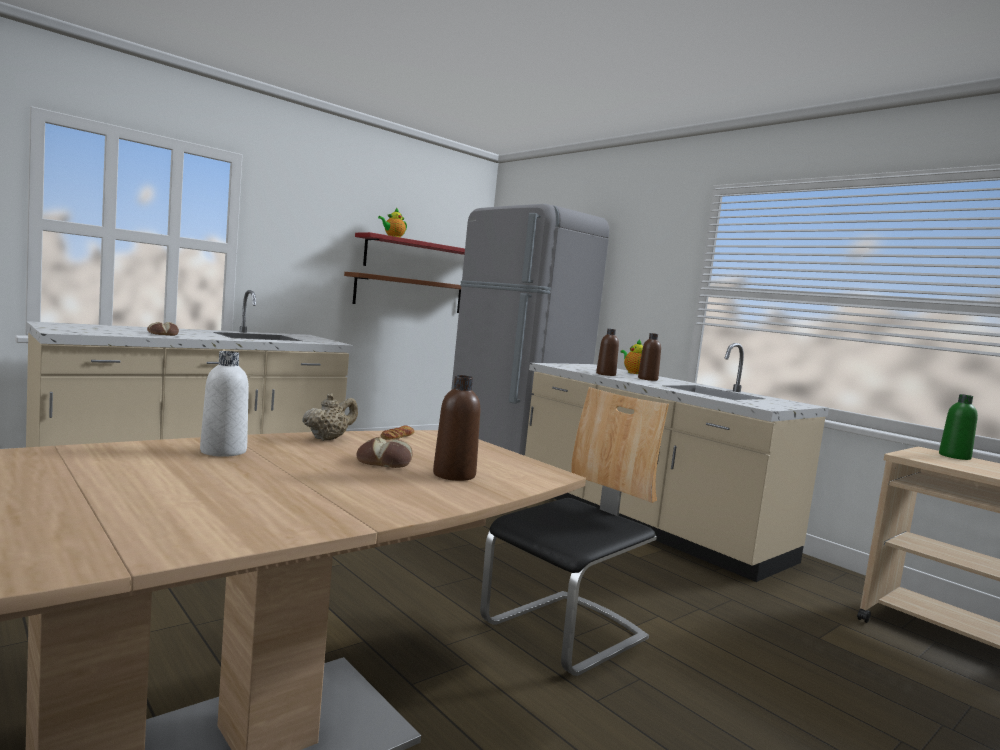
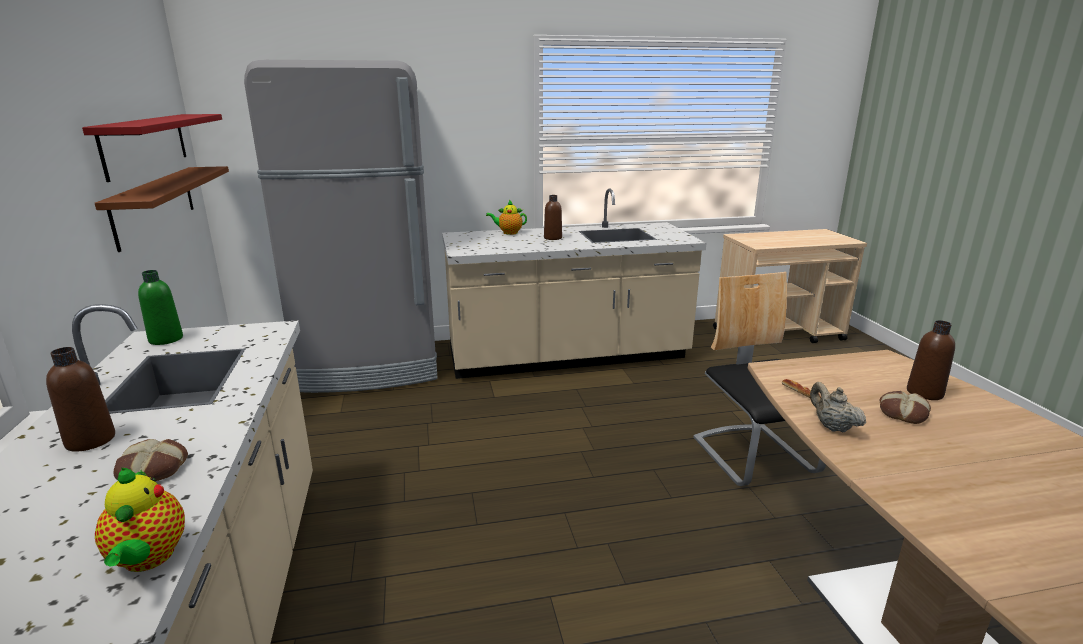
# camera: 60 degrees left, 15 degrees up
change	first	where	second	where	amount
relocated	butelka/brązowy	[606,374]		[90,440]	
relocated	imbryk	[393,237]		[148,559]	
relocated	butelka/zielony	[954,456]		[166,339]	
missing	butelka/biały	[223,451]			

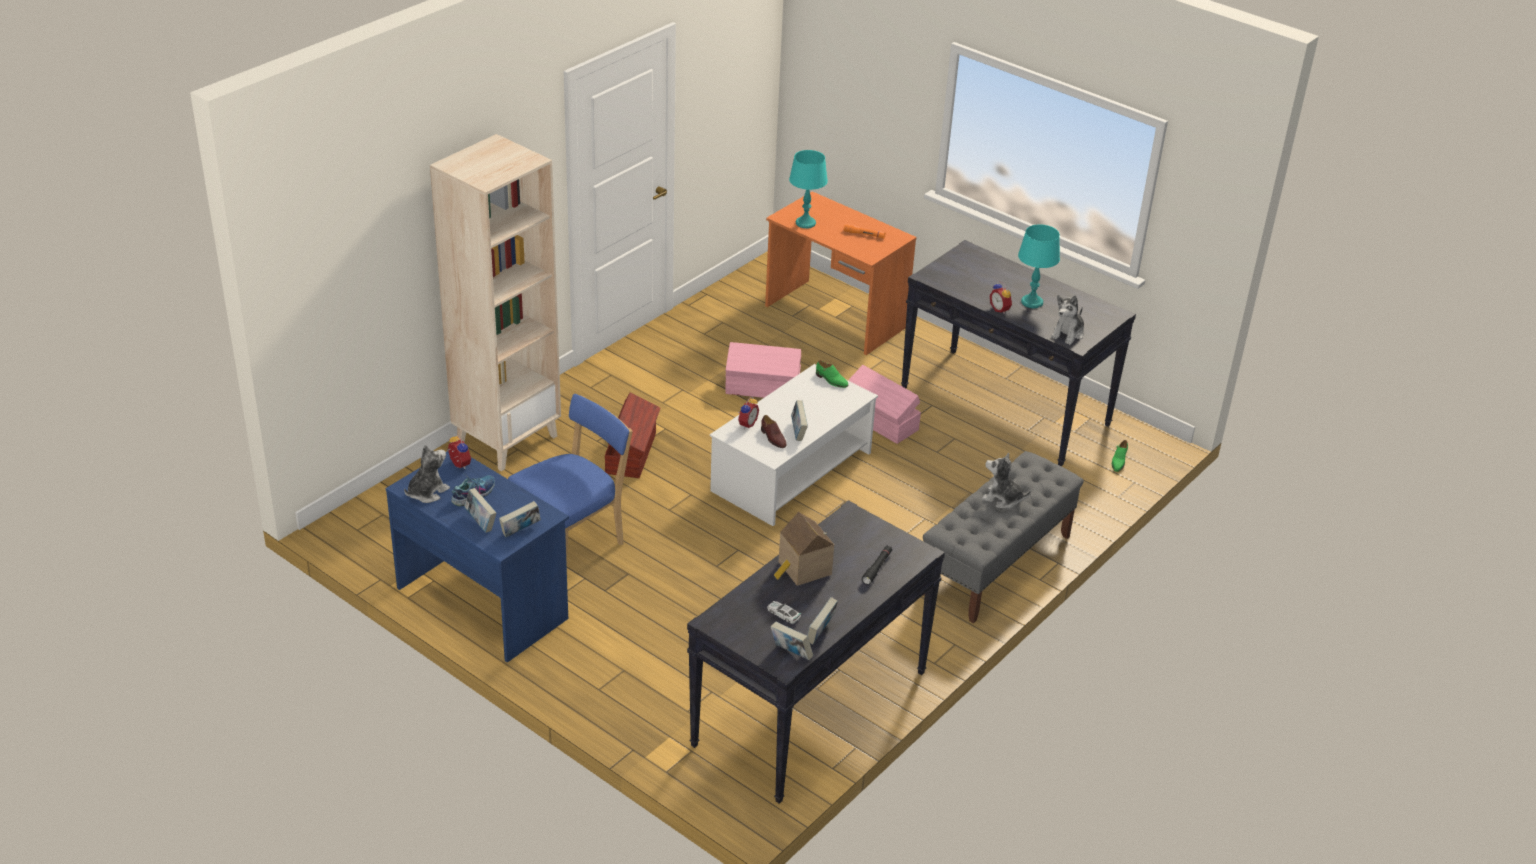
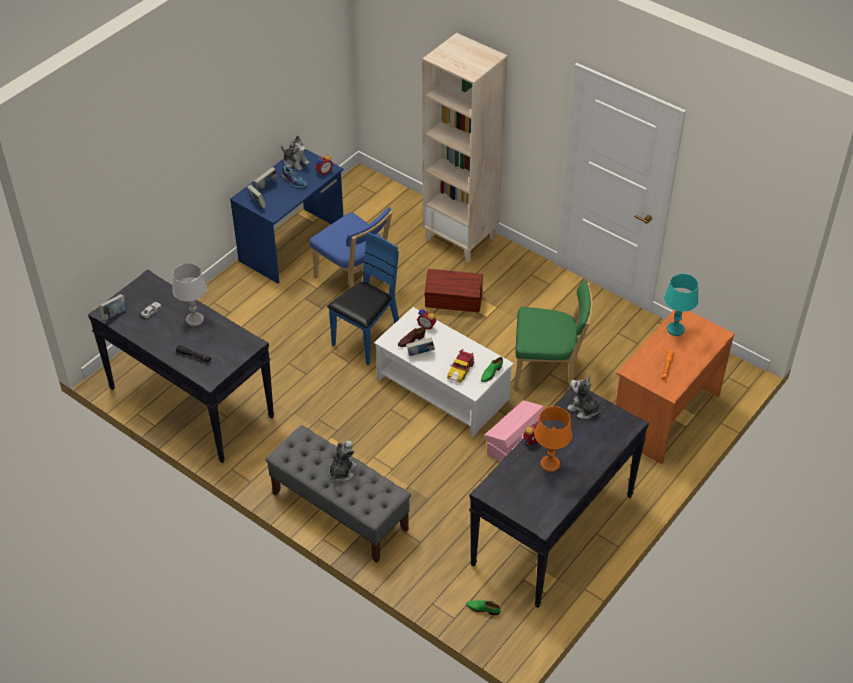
# camera: 90 degrees right, 10 degrees up
change	first	where	second	where	amount
exchanged	domek	[802,569]	lampa stołowa/szary	[194,320]	
appeared			krzesło/niebieski	[367,338]	
appeared			samochodzik	[460,370]	
exchanged	pojemnik do przechowywania/różowy	[763,388]	krzesło/zielony	[548,370]	
colour	lampa stołowa/turkusowy	[1032,302]	lampa stołowa/pomarańczowy	[549,464]	
relocated	pluszak	[1068,334]		[583,409]	
missing	książka	[820,634]			

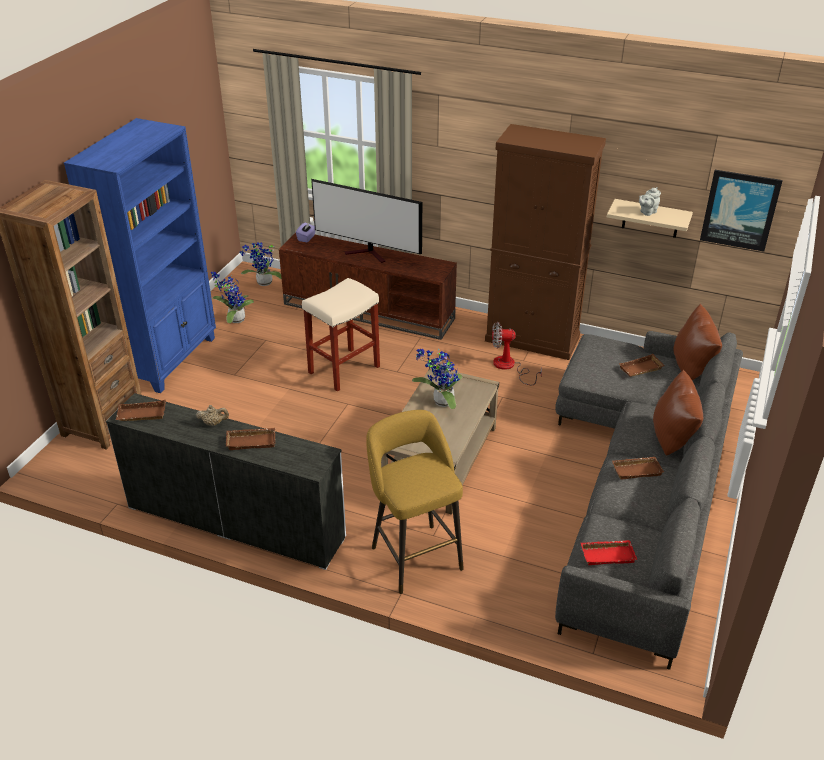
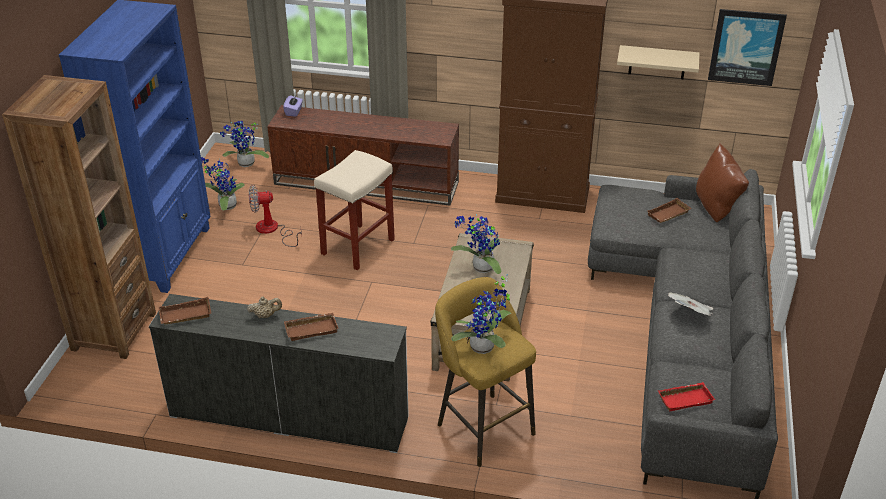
# camera: 10 degrees left, 0 degrees up
change	first	where	second	where	amount
relocated	wentylator	[509,367]		[272,230]	
appeared			roślina doniczkowa	[485,348]	
exchanged	taca/brązowy	[637,470]	gazeta	[691,314]	
missing	telewizor	[369,254]			
missing	imbryk/szary	[647,212]			
missing	poduszka/brązowy	[673,440]			

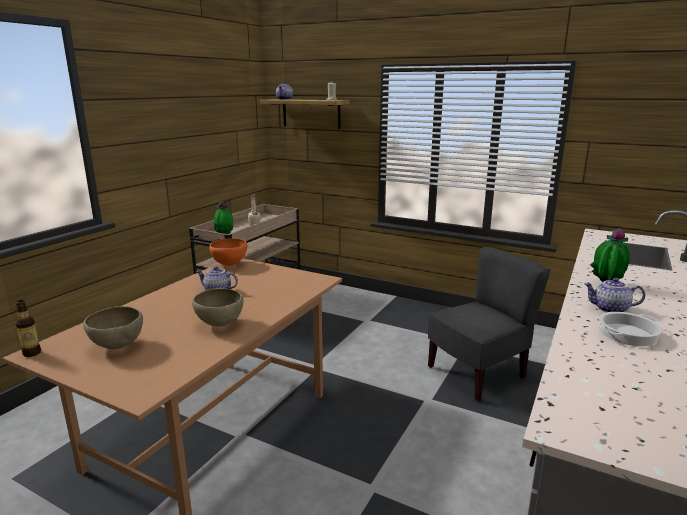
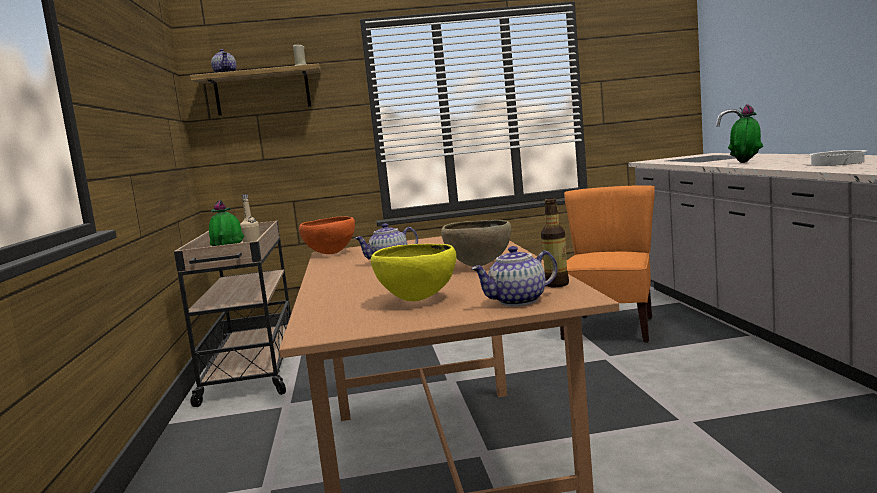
# camera: 35 degrees left, 10 degrees down
change	first	where	second	where	amount
colour	miska/brązowy	[117,347]	miska/żółty	[417,300]	
relocated	imbryk	[610,309]		[518,301]	
relocated	butelka	[32,353]		[556,284]	
colour	krzesło/szary	[477,373]	krzesło/pomarańczowy	[610,329]	

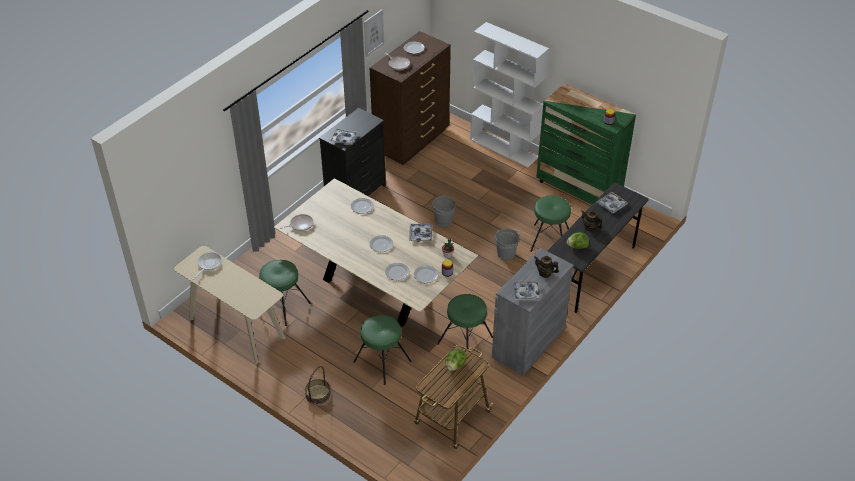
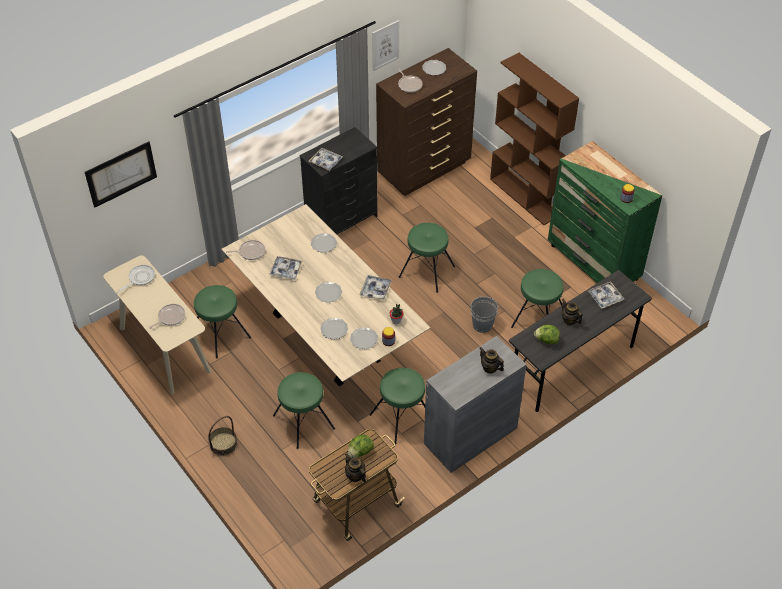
# camera: 15 degrees right, 5 degrees up
change	first	where	second	where	amount
appeared			obraz	[121,174]	
appeared			patelnia	[170,317]	
relocated	taca	[526,293]		[286,270]	
appeared			imbryk	[355,475]	
exchanged	wiadro/szary	[443,221]	stołek/zielony	[427,271]	
colour	regał/biały	[504,148]	regał/brązowy	[525,197]	

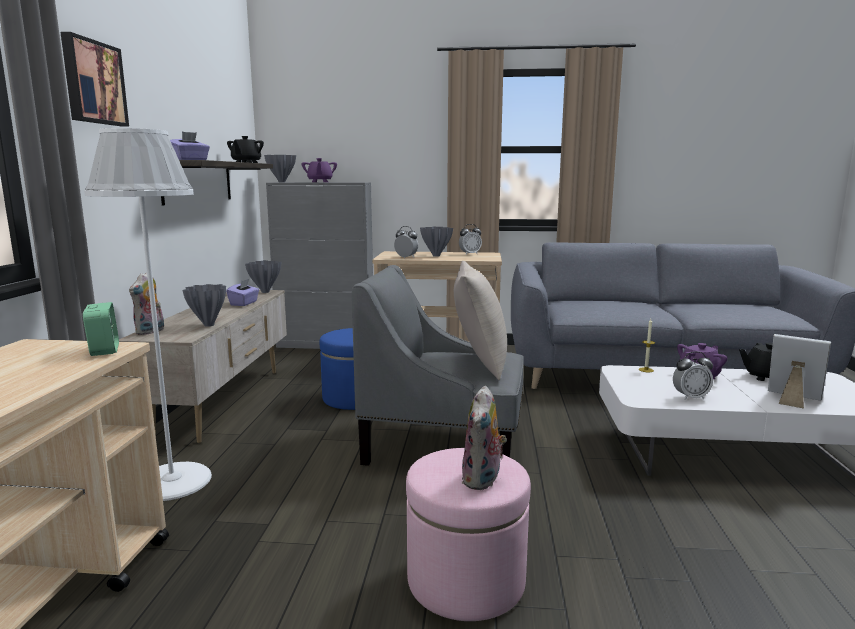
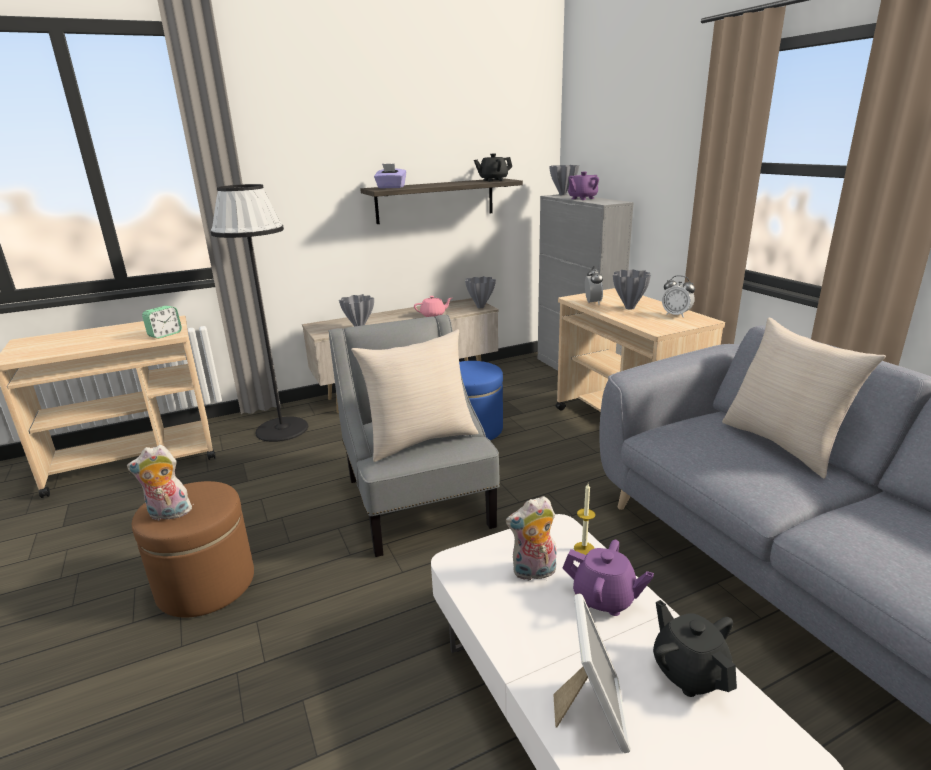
# camera: 60 degrees right, 10 degrees up
change	first	where	second	where	amount
colour	pufa/różowy	[466,580]	pufa/brązowy	[206,584]	
colour	lampa stojąca/biały	[172,481]	lampa stojąca/czarny	[281,429]	
exchanged	pudełko chusteczek/fioletowy	[244,303]	imbryk/różowy	[433,315]	
relocated	pluszak	[150,332]		[534,573]	
appeared			poduszka/beżowy	[783,444]	
missing	obraz	[92,82]			
missing	budzik	[690,397]			

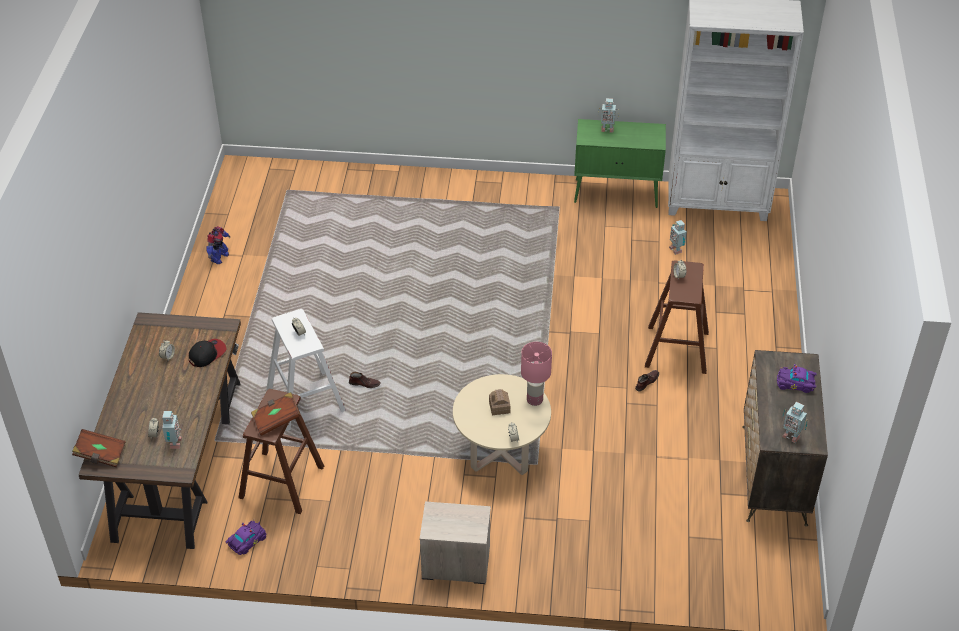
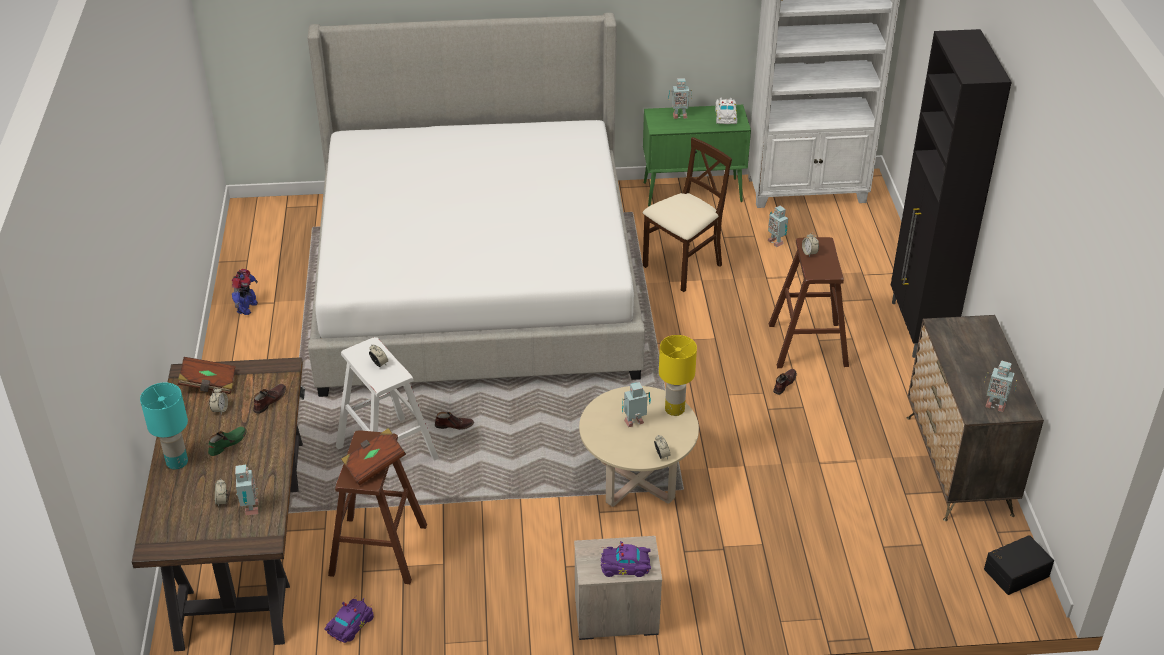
# camera: 10 degrees left, 5 degrees down
change	first	where	second	where	amount
appeared			lampa stołowa/turkusowy	[176,462]	
relocated	książka/brązowy	[100,455]		[209,384]	
appeared			but/zielony	[227,443]	
exchanged	czapka z daszkiem	[207,354]	but/brązowy	[269,401]	
appeared			łóżko	[476,282]	
relocated	samochodzik/fioletowy	[796,384]		[626,566]	
exchanged	domek	[499,407]	robot zabawkowy	[635,423]	
appeared			krzesło/beżowy	[682,267]	
colour	lampa stołowa/różowy	[534,399]	lampa stołowa/żółty	[674,409]	
appeared			samochodzik/biały	[726,116]	
appeared			szafka/czarny	[919,329]	
appeared			pojemnik do przechowywania/czarny	[1015,571]	

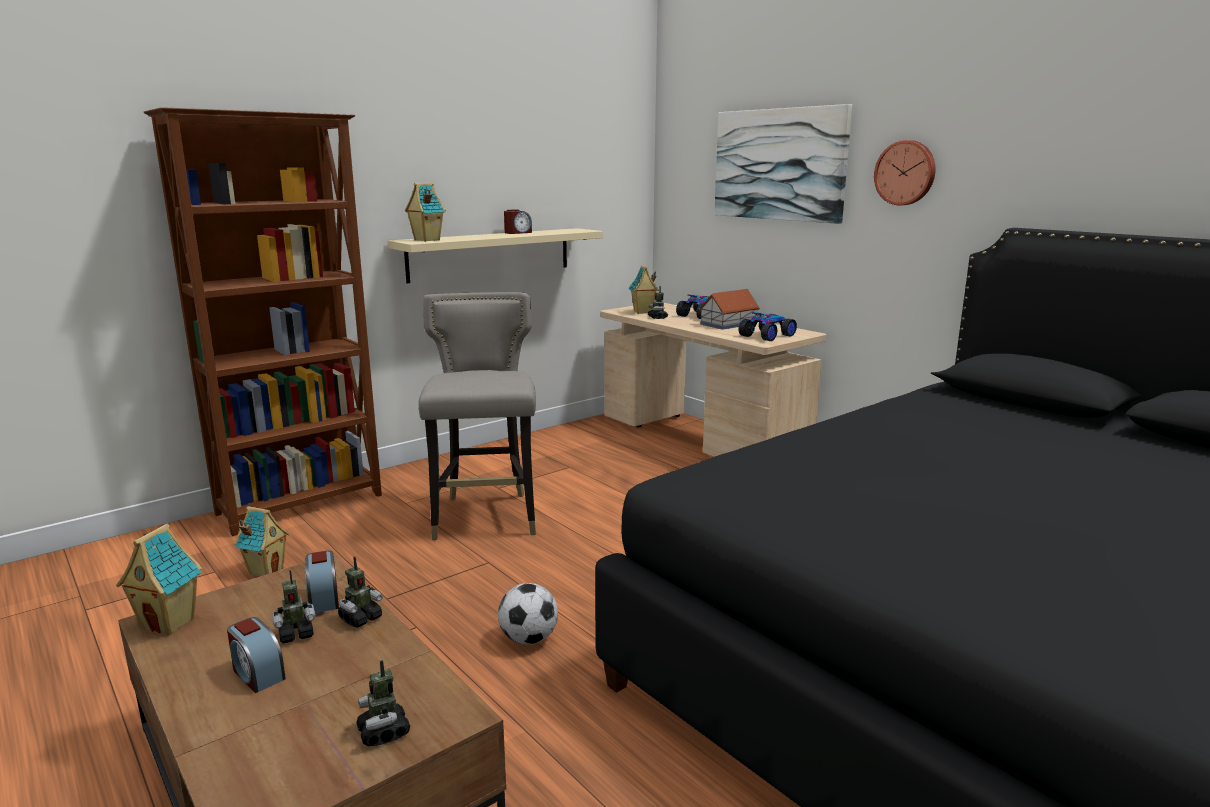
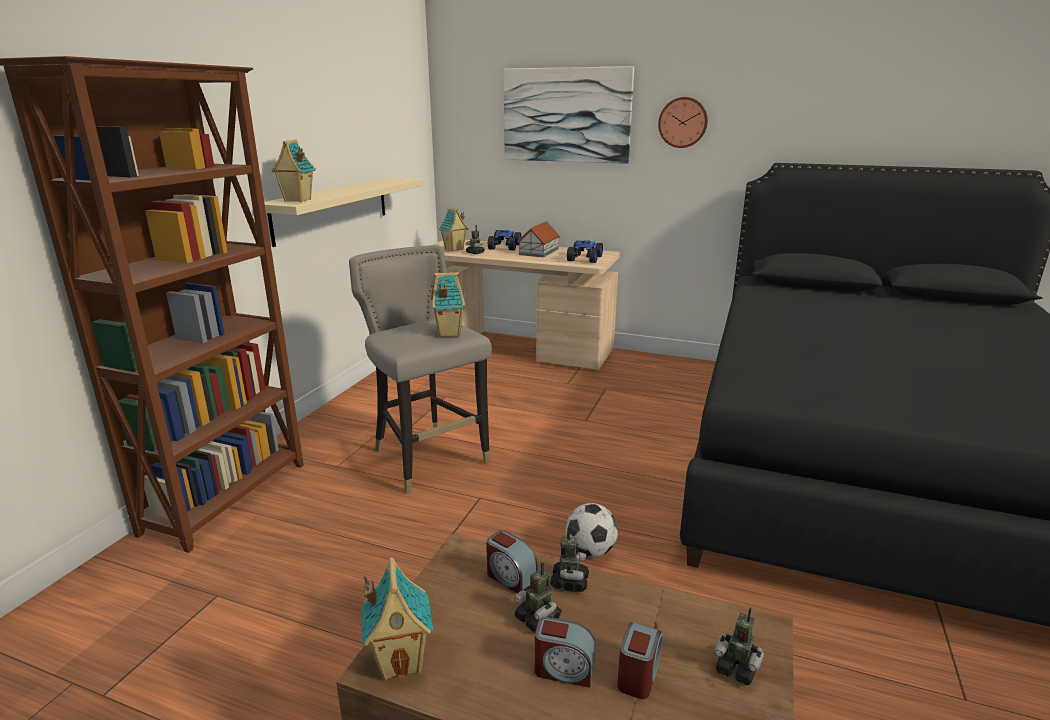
# camera: 30 degrees left, 5 degrees up
change	first	where	second	where	amount
relocated	domek	[266,571]		[448,332]	
spun	robot zabawkowy	[296,634]		[538,619]	105 degrees clockwise
relocated	budzik	[517,233]		[638,673]	

